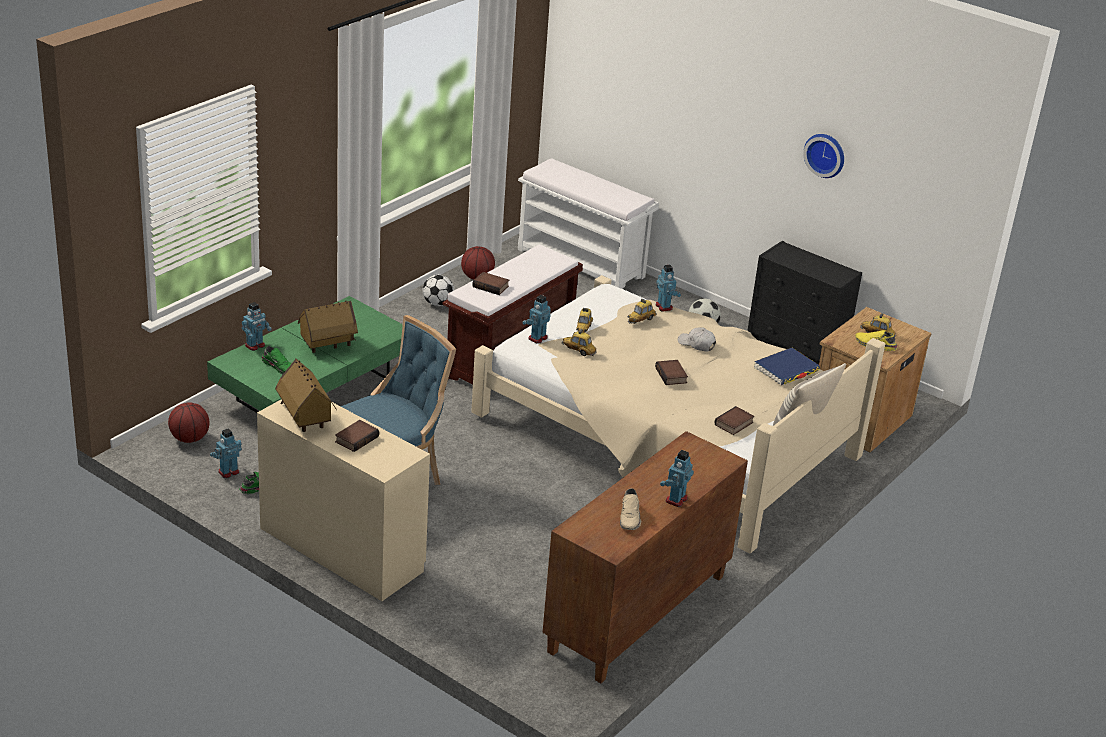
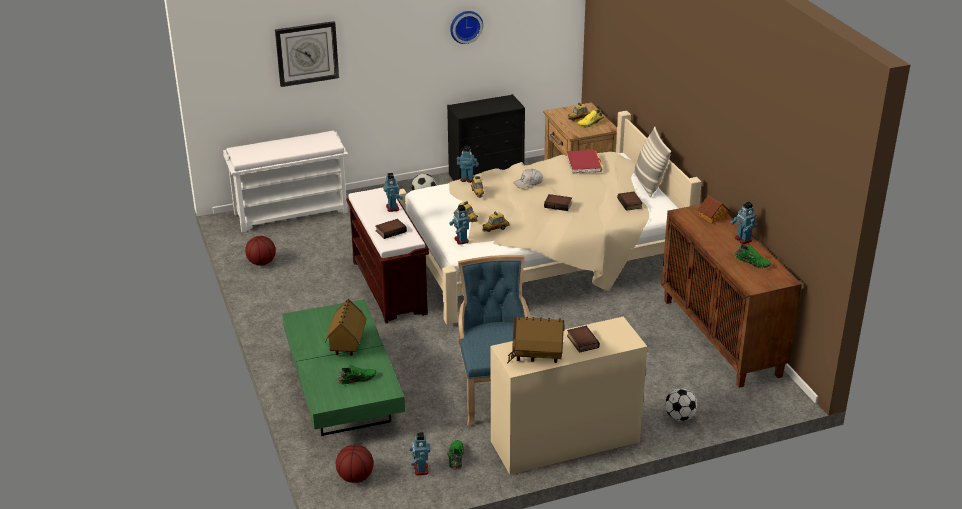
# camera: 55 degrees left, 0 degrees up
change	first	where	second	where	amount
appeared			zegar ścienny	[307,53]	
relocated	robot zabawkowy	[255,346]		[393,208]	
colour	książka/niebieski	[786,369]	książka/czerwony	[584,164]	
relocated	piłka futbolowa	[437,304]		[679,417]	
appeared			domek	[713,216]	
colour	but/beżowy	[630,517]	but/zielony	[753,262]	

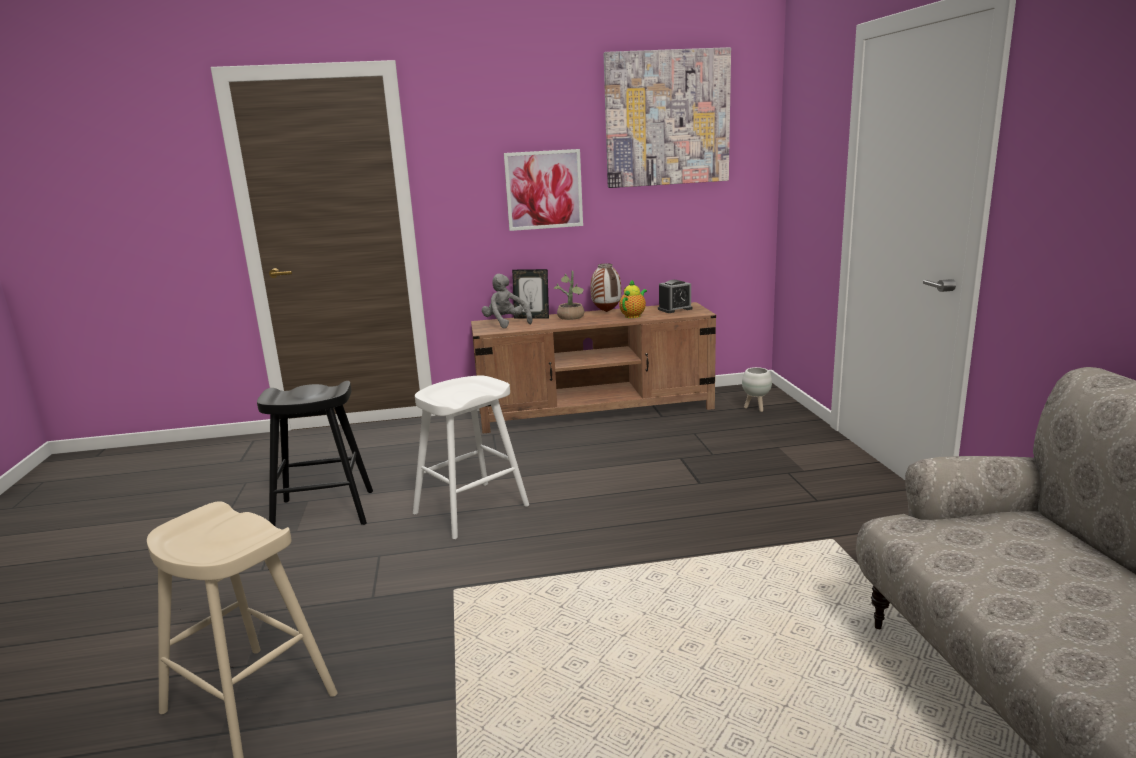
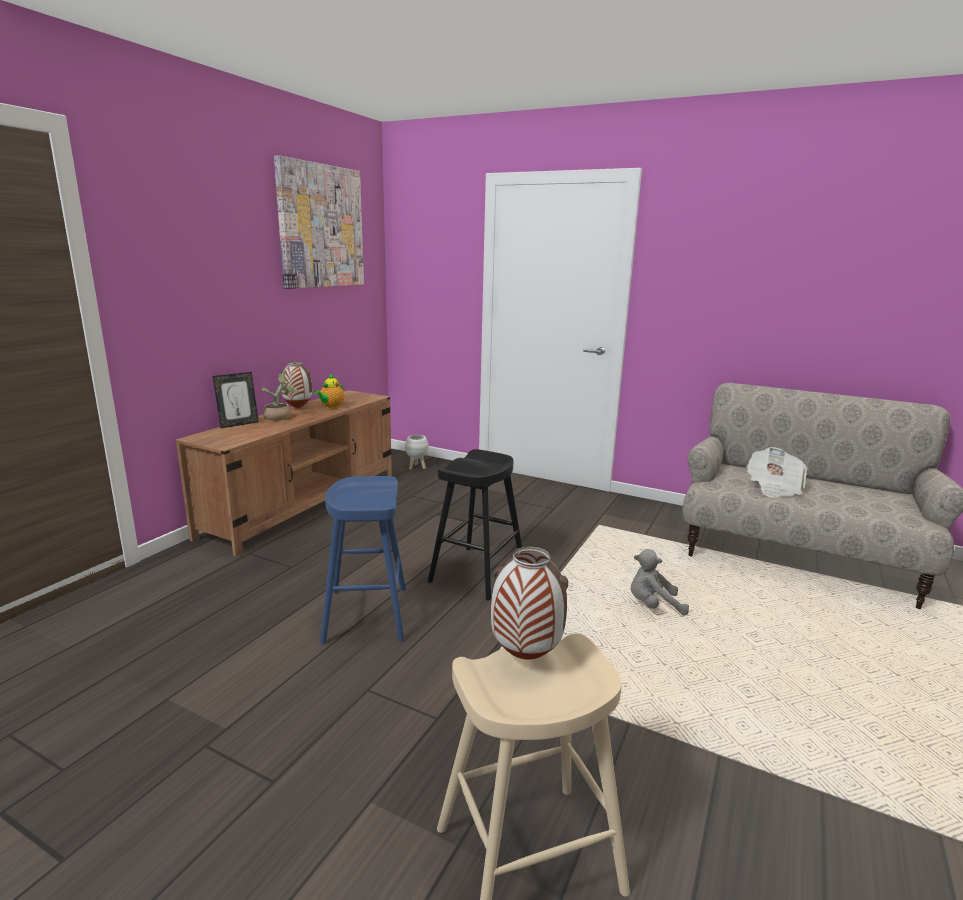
# camera: 55 degrees left, 0 degrees up
change	first	where	second	where	amount
spun	imbryk	[633,316]		[331,407]	135 degrees counterclockwise
colour	stołek/biały	[471,509]	stołek/niebieski	[366,614]	
relocated	stołek/czarny	[324,512]		[477,572]	
appeared			wazon	[524,657]	
relocated	pluszak/szary	[506,323]		[653,606]	
appeared			gazeta	[773,488]	
missing	obraz	[544,190]			
missing	budzik	[675,309]			

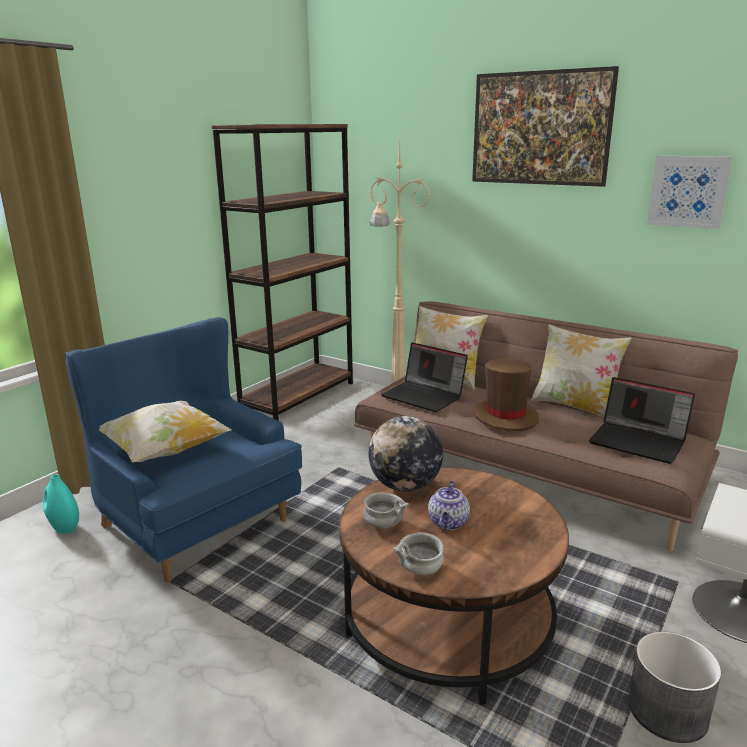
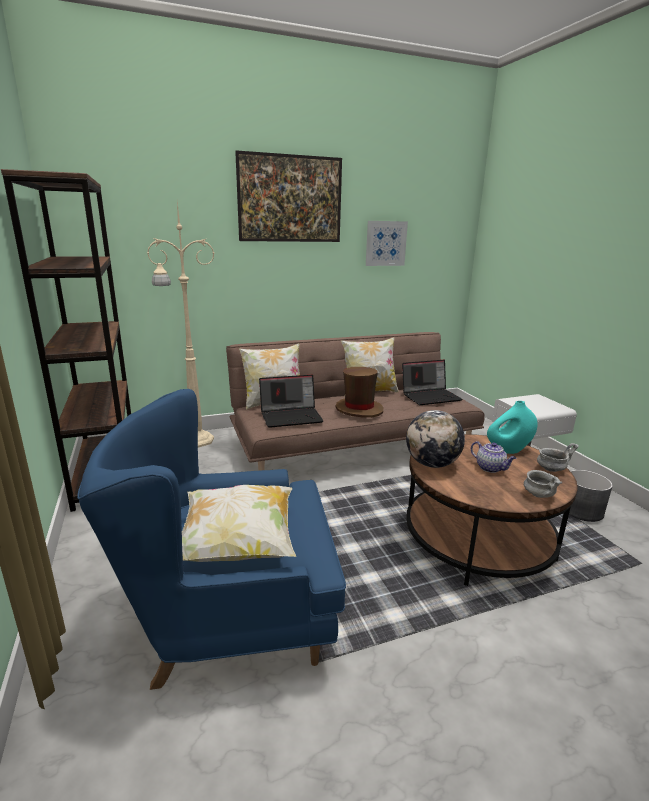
# camera: 55 degrees left, 0 degrees up
change	first	where	second	where	amount
relocated	wazon/turkusowy	[64,527]		[508,450]	
relocated	miska/szary	[384,524]		[551,469]	

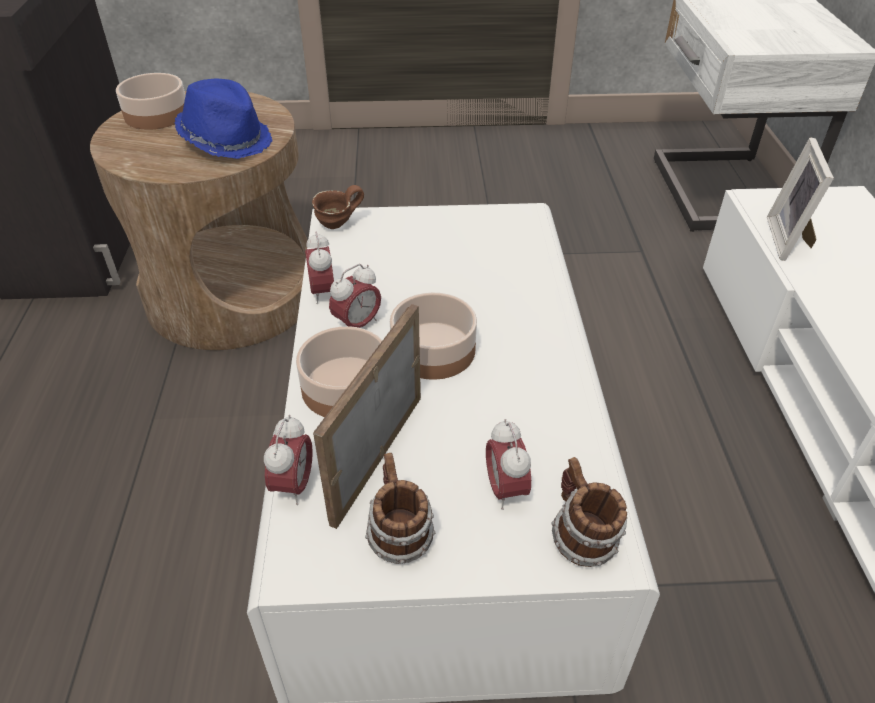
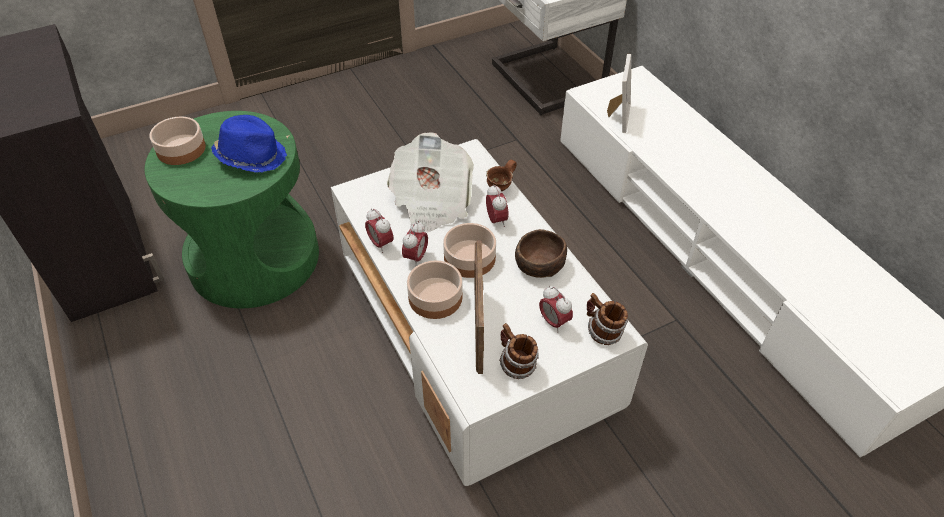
# camera: 25 degrees left, 5 degrees up
change	first	where	second	where	amount
colour	stolik/brązowy	[232,293]	stolik/zielony	[254,258]	
appeared			gazeta	[431,202]	
relocated	kubek/brązowy	[338,226]		[501,188]	
relocated	budzik	[294,486]		[496,220]	
appeared			miska/brązowy	[538,265]	
spun	ramka na zdjęcie	[790,240]		[617,117]	150 degrees counterclockwise

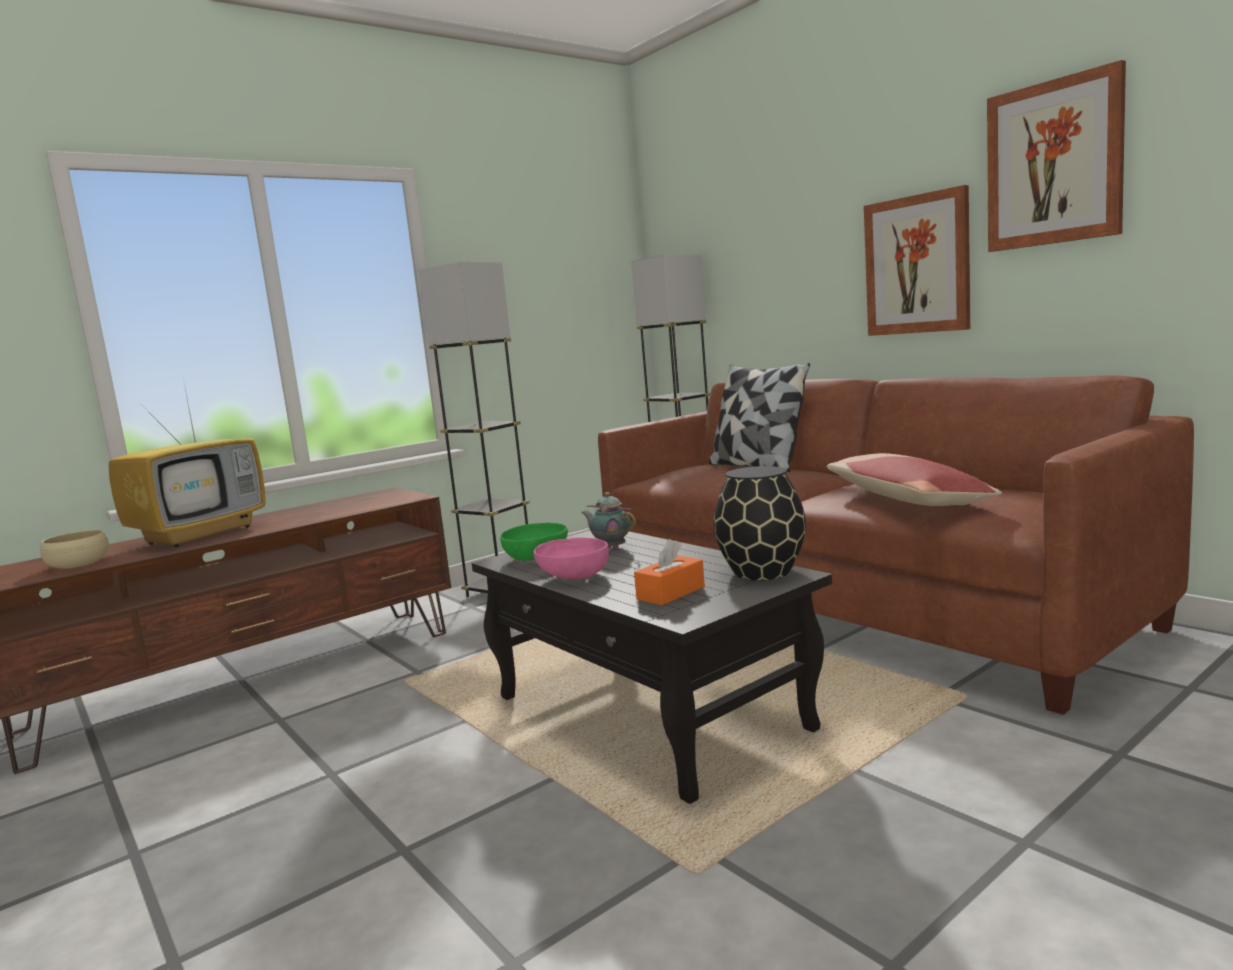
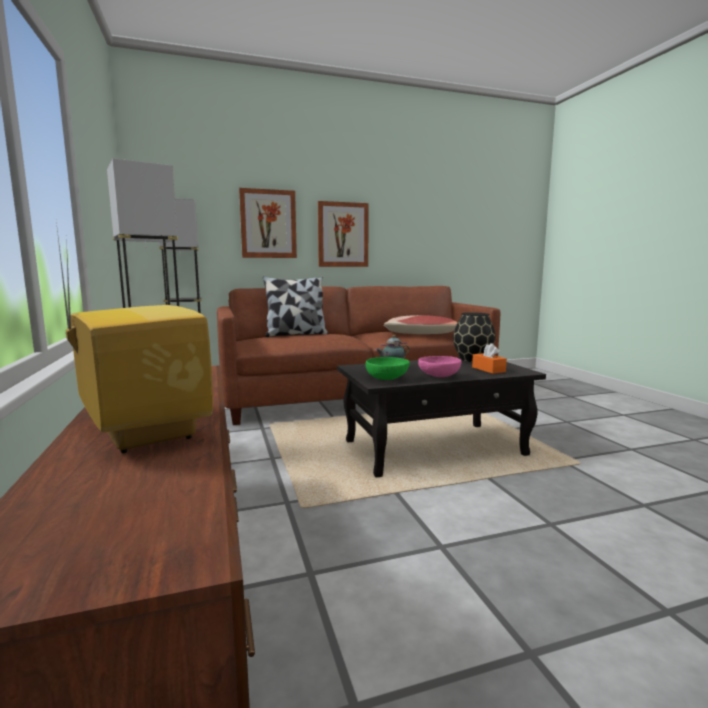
# camera: 70 degrees left, 0 degrees up
change	first	where	second	where	amount
relocated	obraz	[1053,163]		[268,224]	
missing	miska/beżowy	[79,564]			

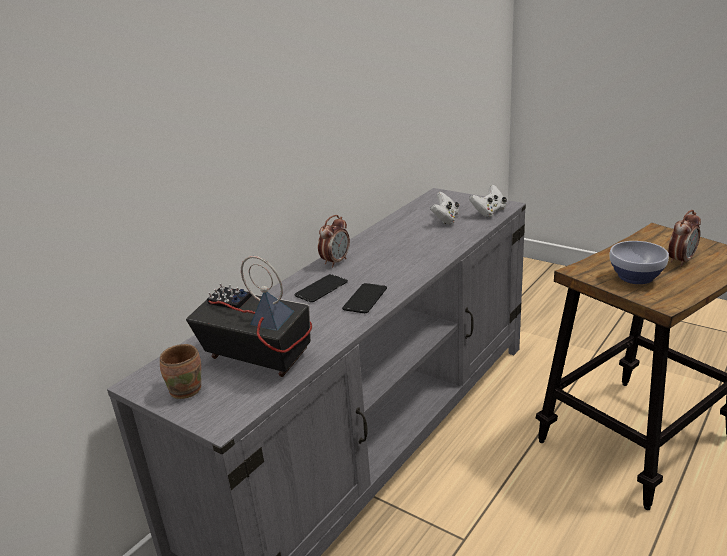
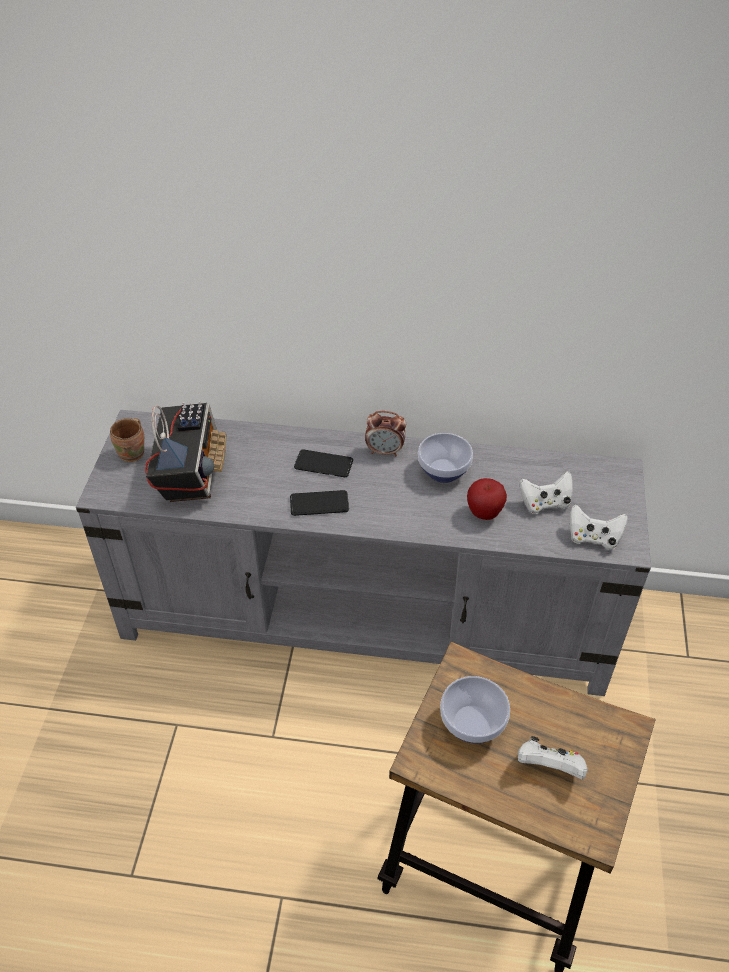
# camera: 60 degrees right, 20 degrees up
change	first	where	second	where	amount
appeared			miska	[445,471]	
appeared			jabłko	[484,513]	
exchanged	budzik	[681,261]	pad do gier/biały	[549,767]	

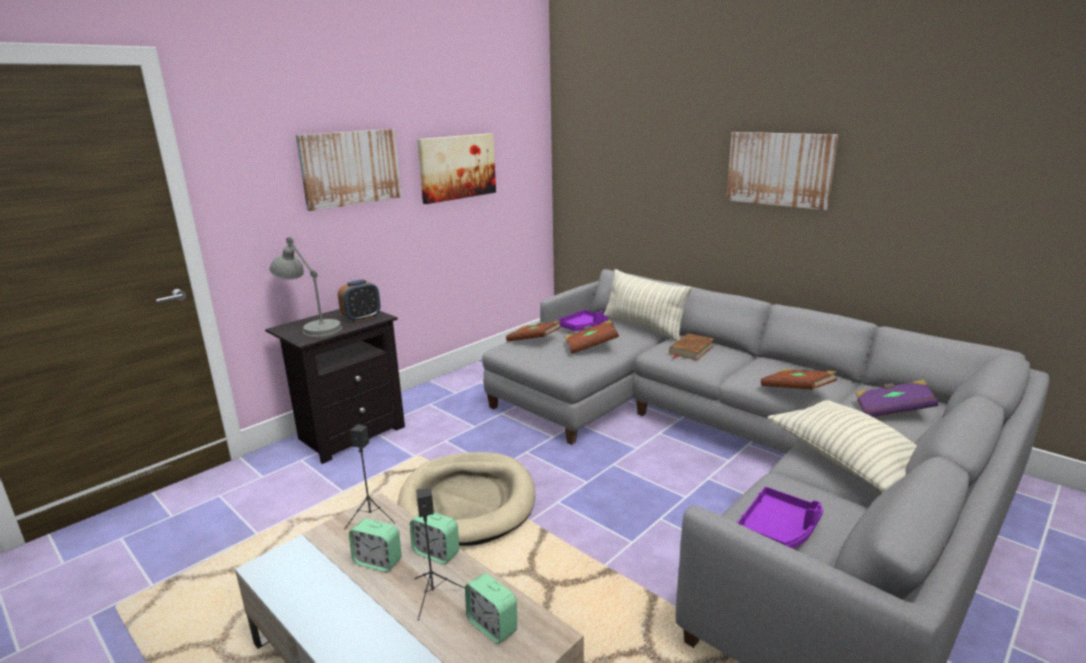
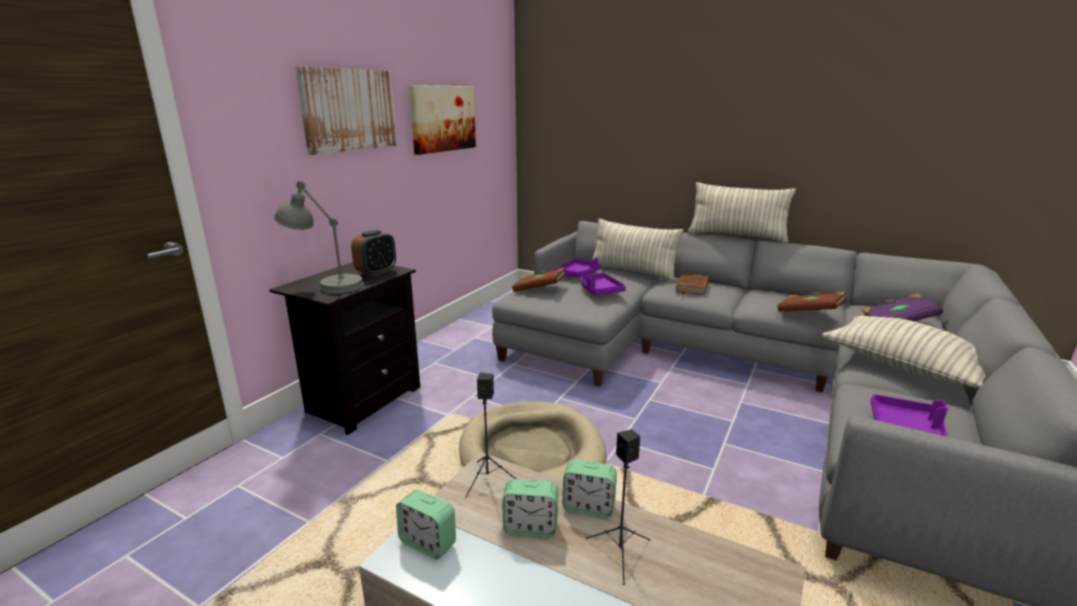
# camera: 15 degrees left, 0 degrees up
change	first	where	second	where	amount
relocated	budzik	[492,626]		[428,543]	
exchanged	książka/brązowy	[591,347]	taca/fioletowy	[599,290]	
appeared			poduszka	[737,236]	
missing	obraz	[779,169]			

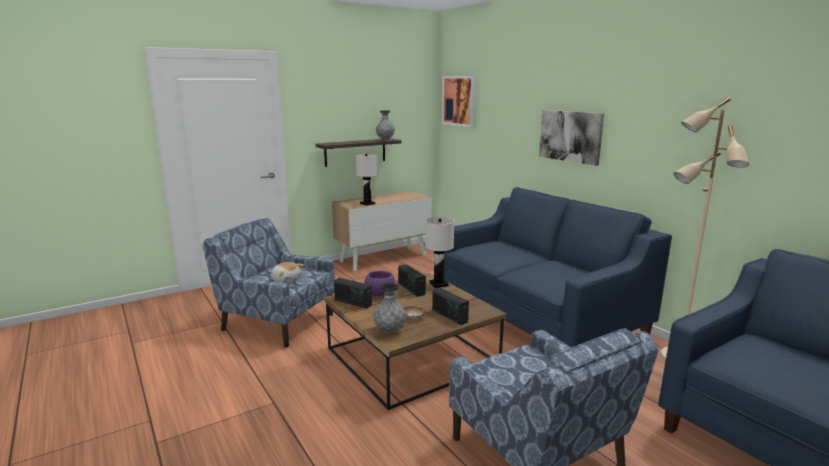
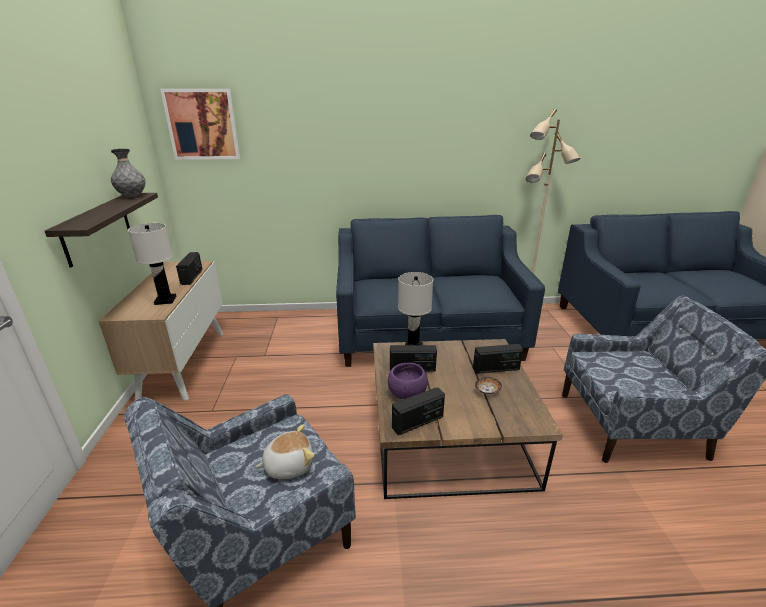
# camera: 60 degrees left, 10 degrees up
change	first	where	second	where	amount
appeared			radio	[192,277]	
missing	wazon/szary	[390,331]			
missing	obraz	[570,136]			

